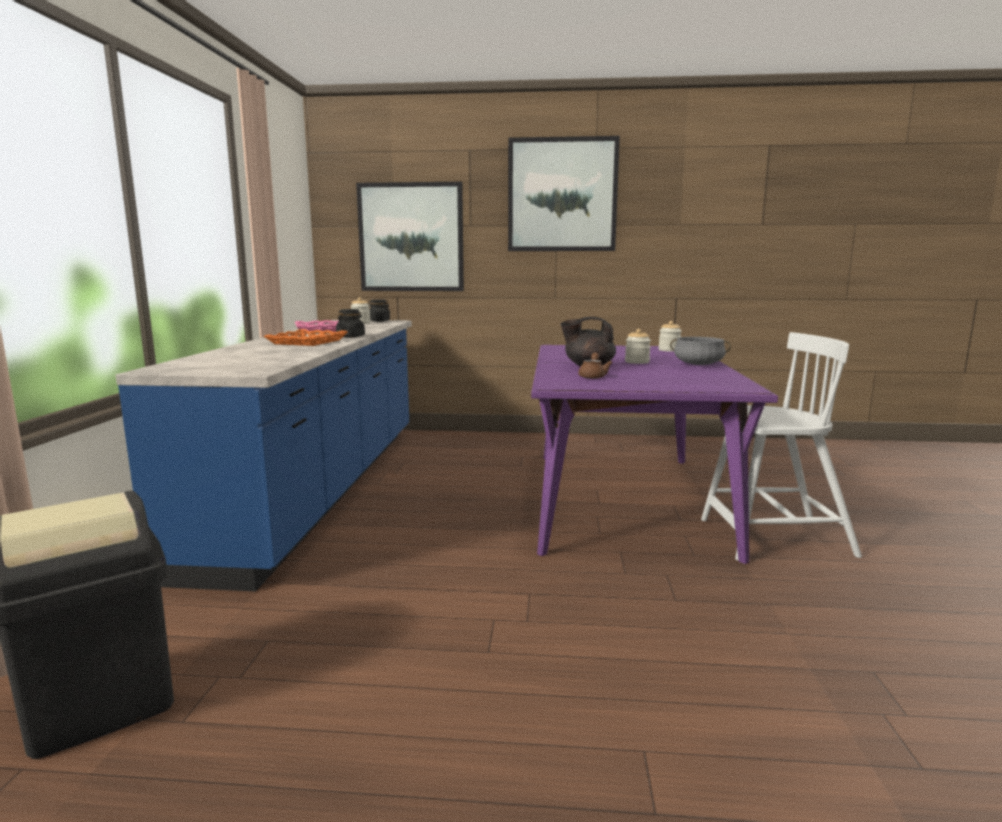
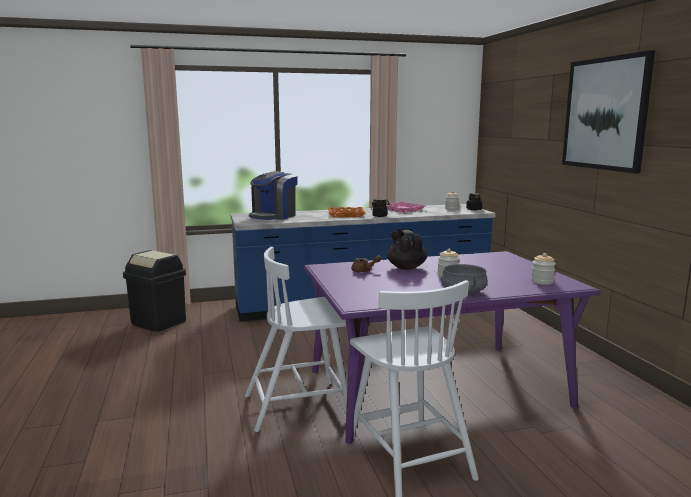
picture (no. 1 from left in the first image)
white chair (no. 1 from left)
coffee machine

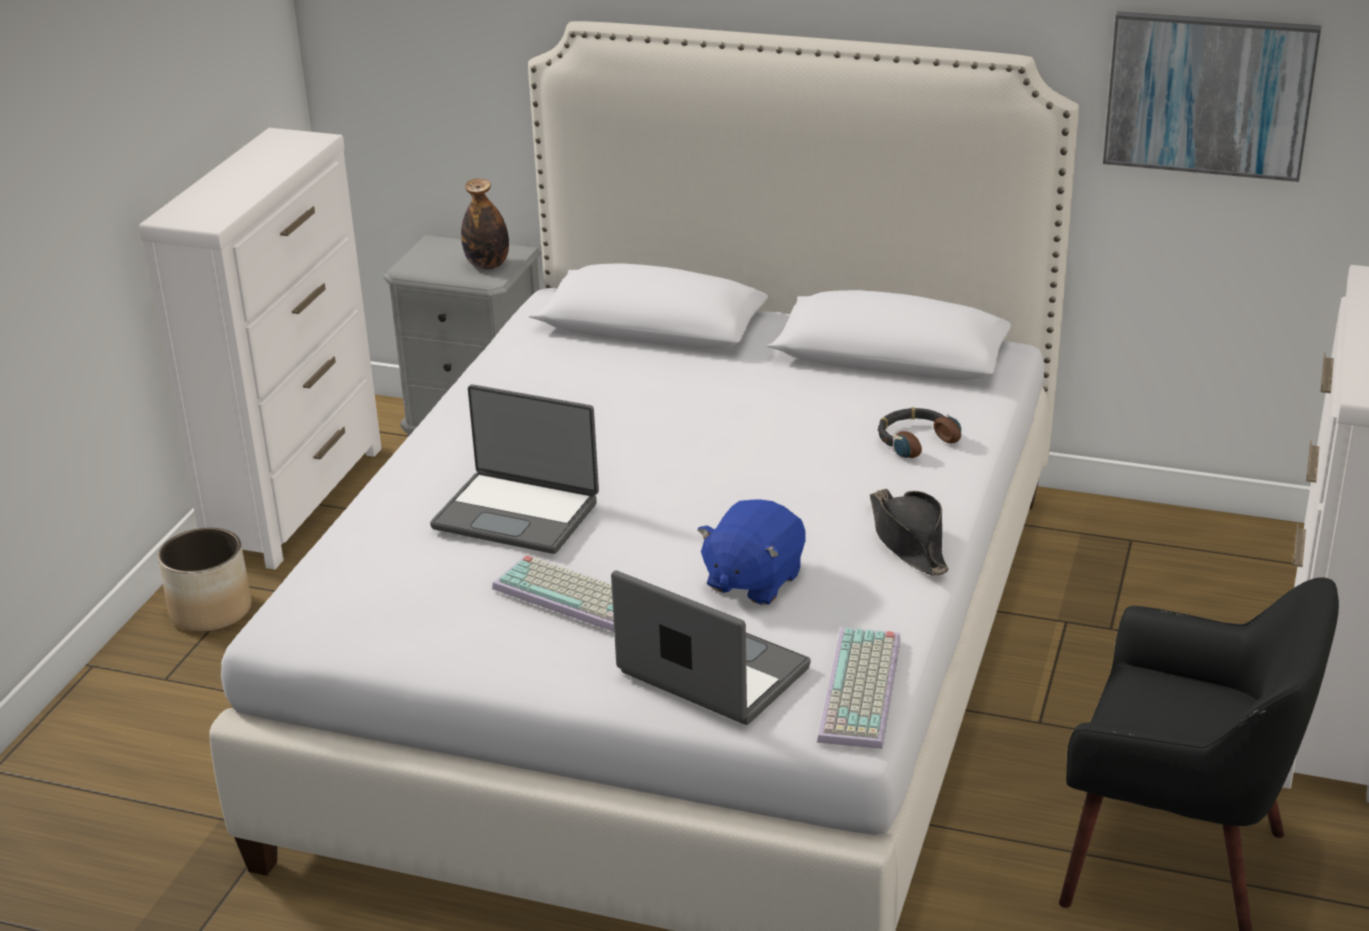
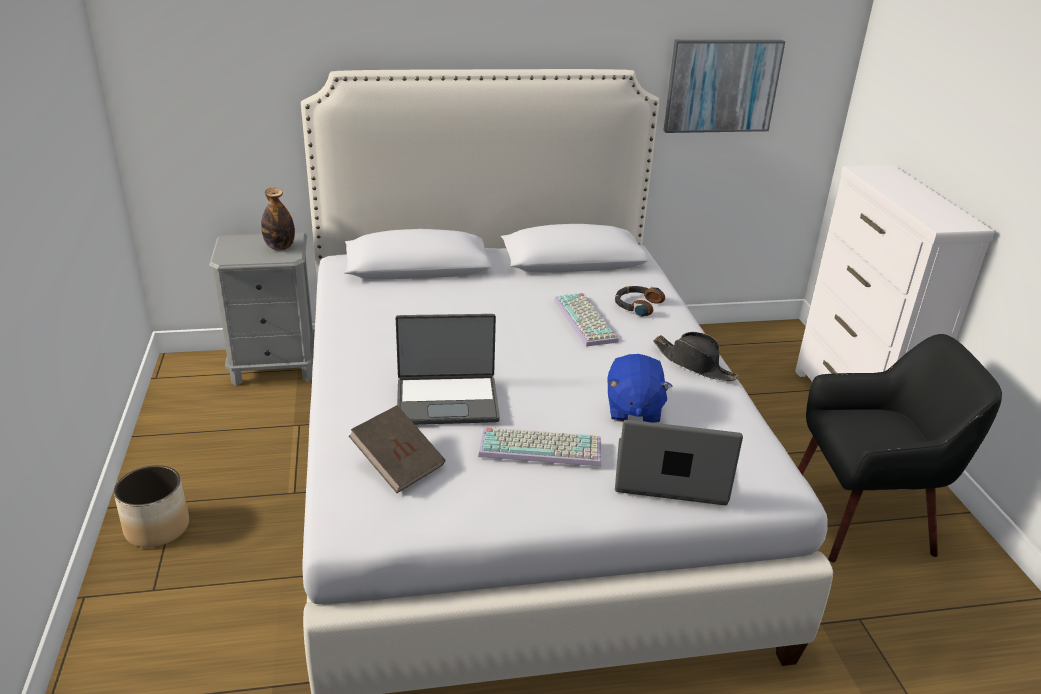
white dresser (no. 1 from left in the first image)
keyboard (no. 2 from left)
brown book

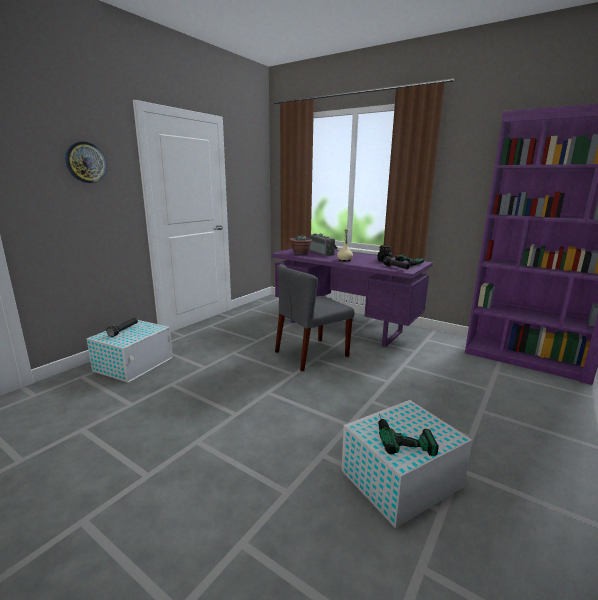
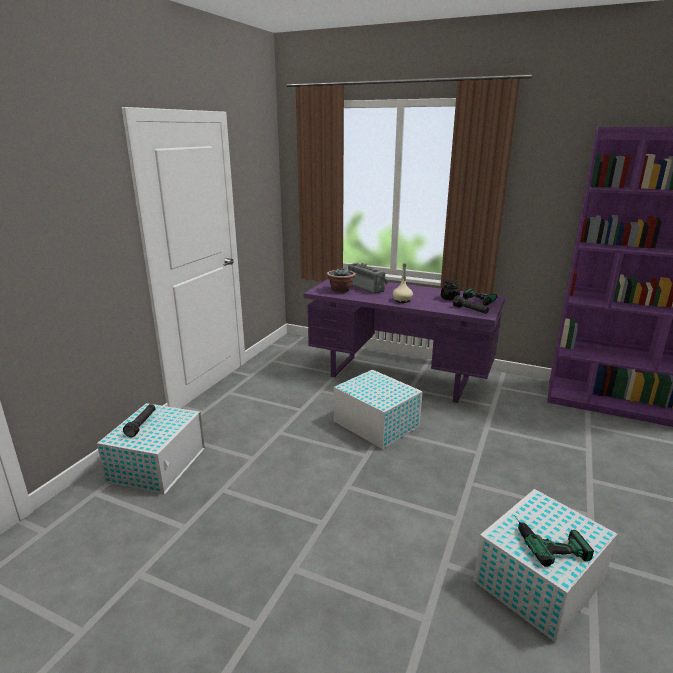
wall clock
white storage box (no. 2 from left)

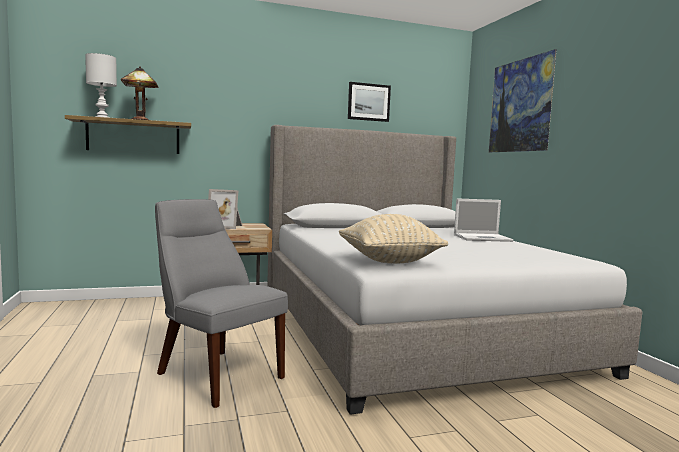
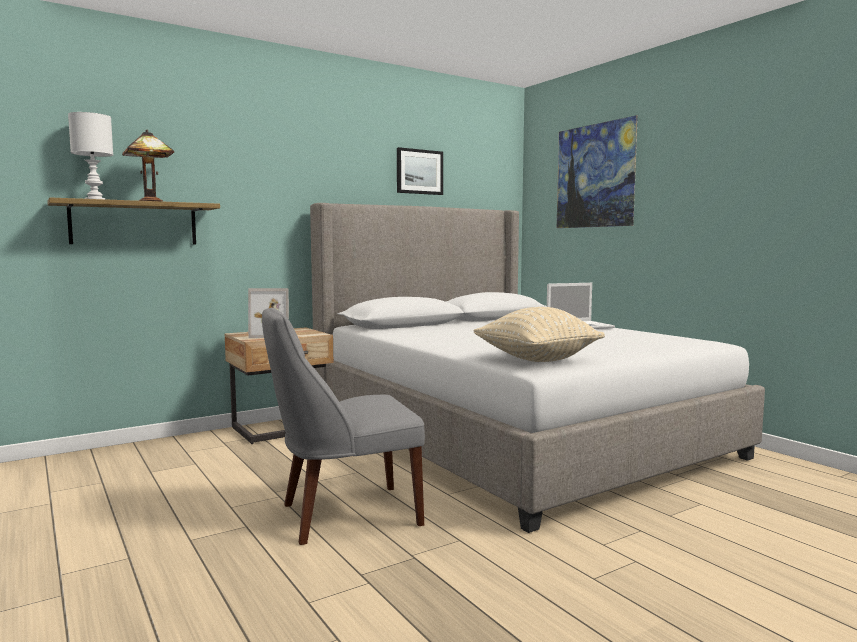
grey chair

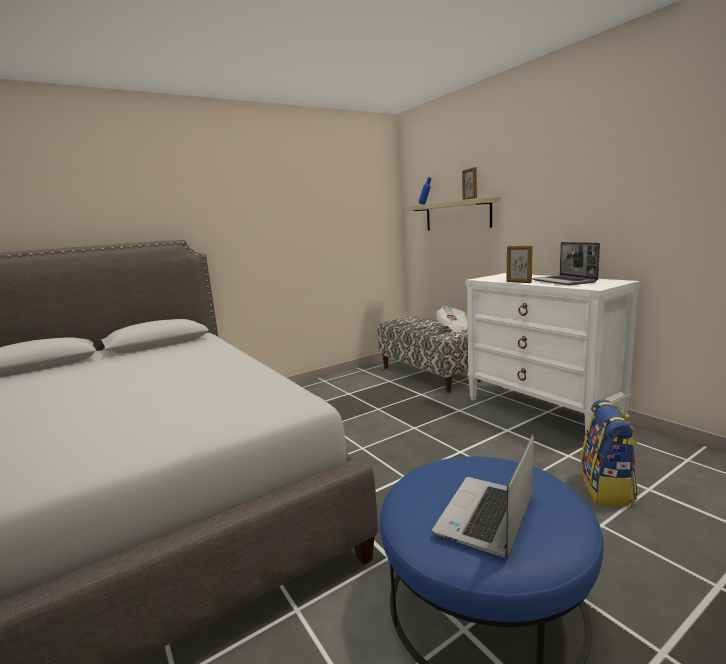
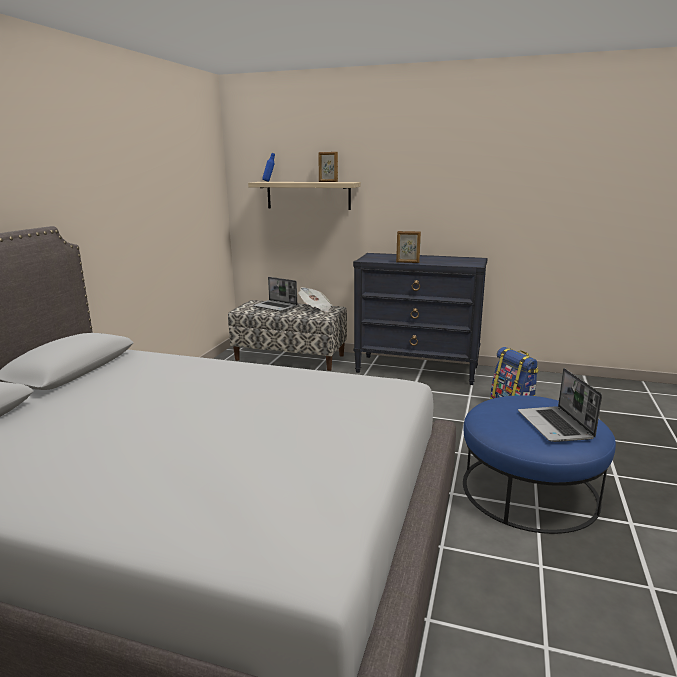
black dresser
laptop (no. 1 from left)

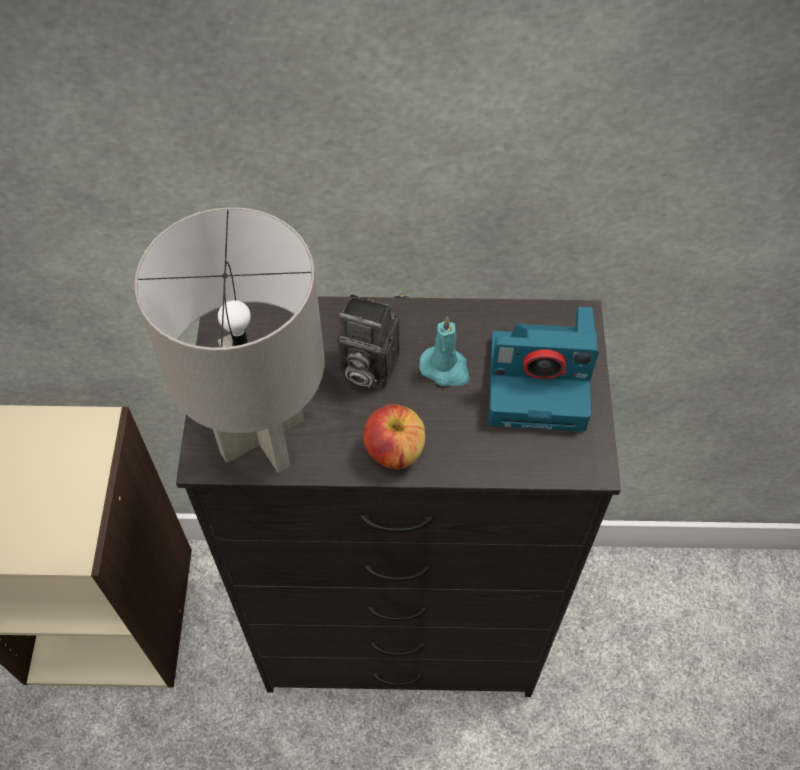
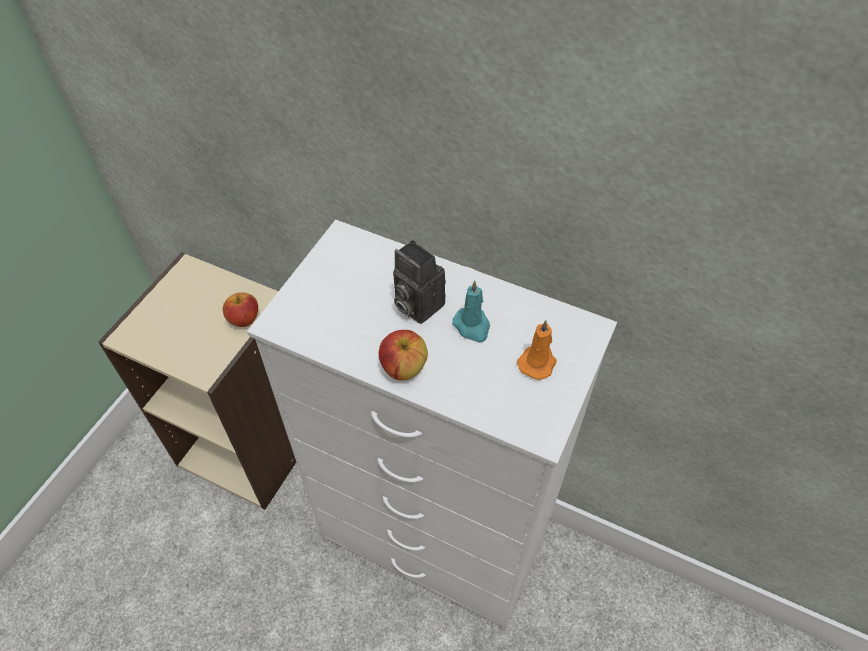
grey table lamp
white dresser
orange candle
apple (no. 1 from left)

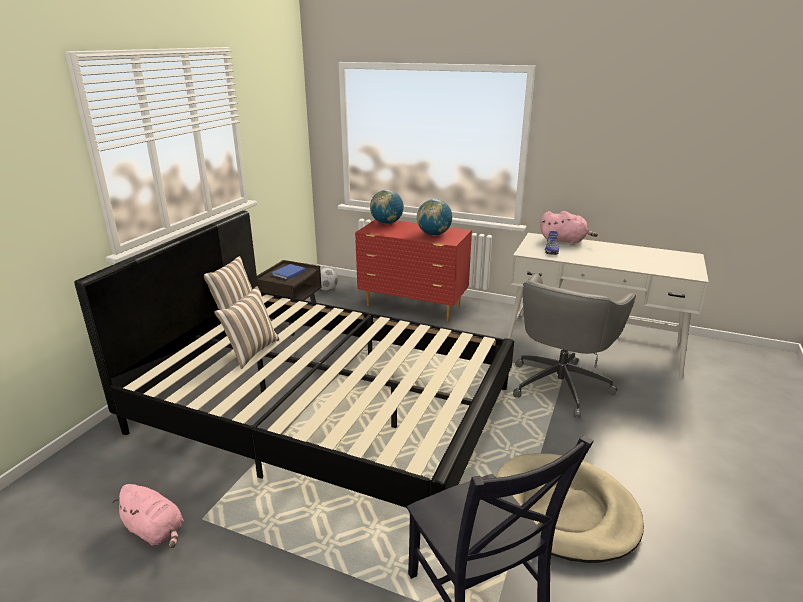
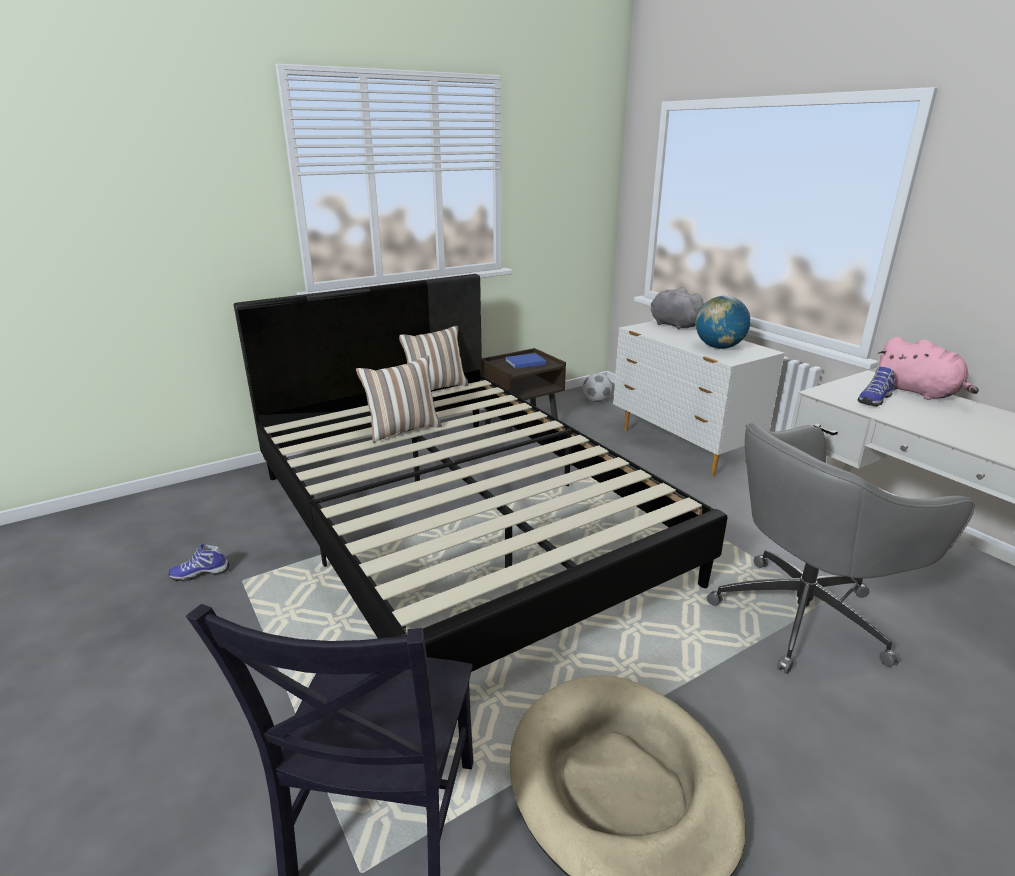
shoe (no. 1 from left)
white dresser
grey plush toy

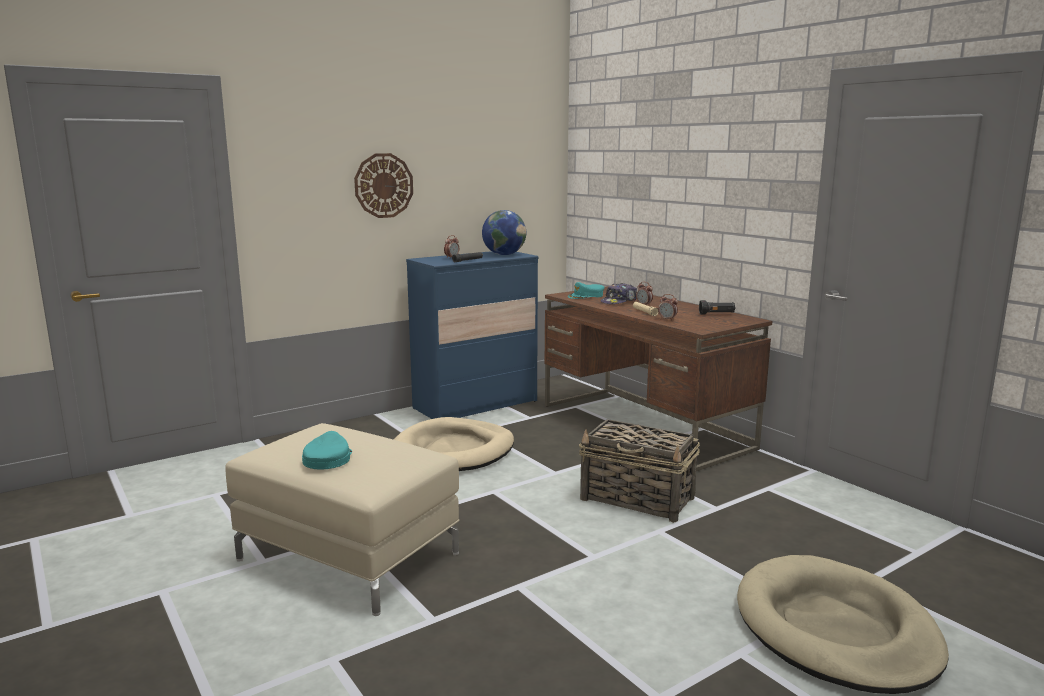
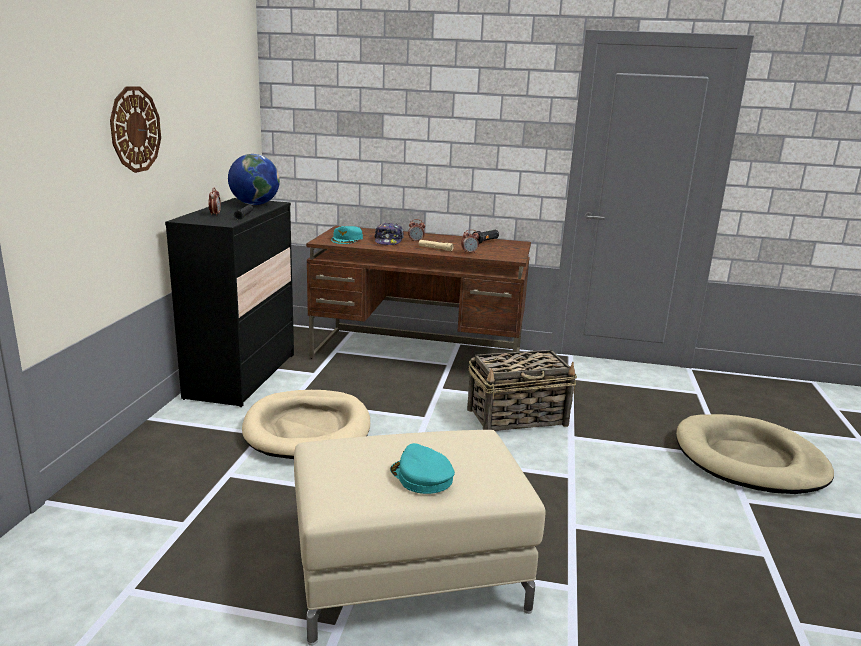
black dresser

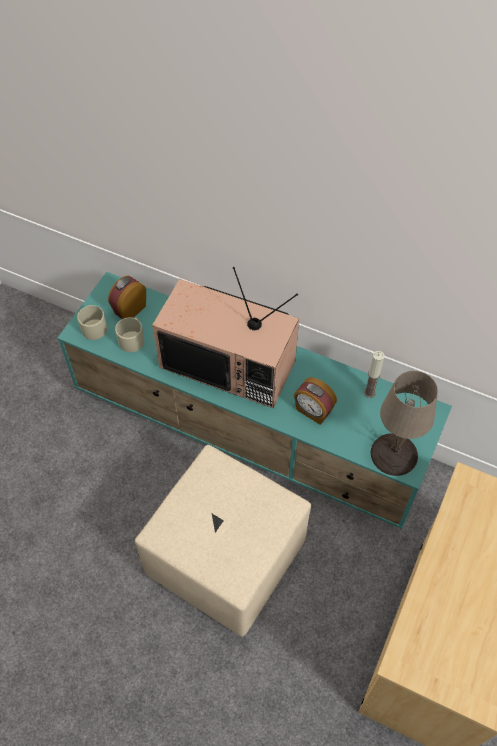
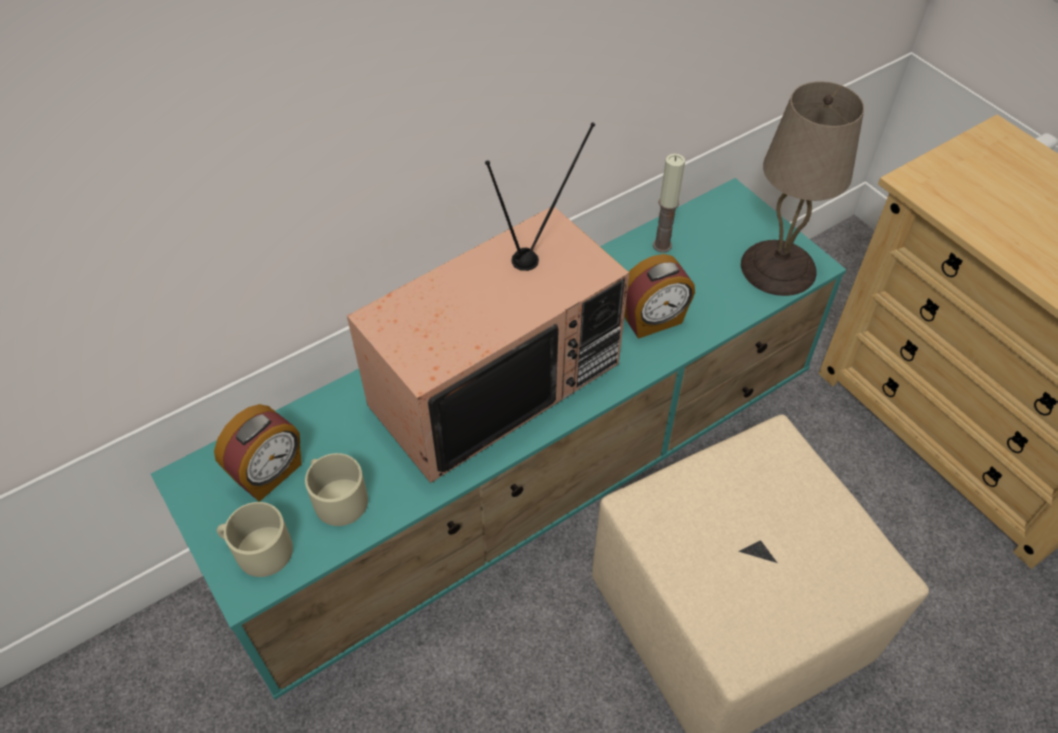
alarm clock (no. 1 from left)

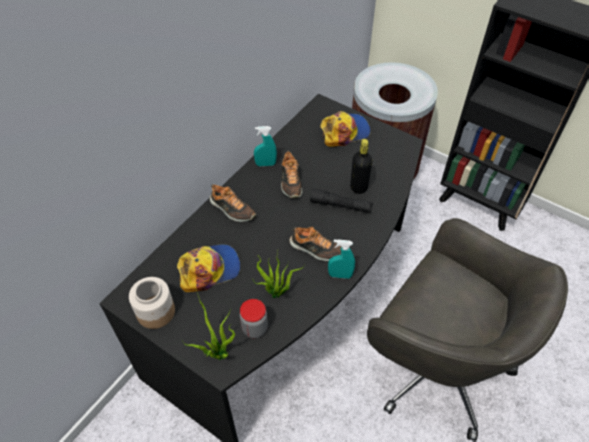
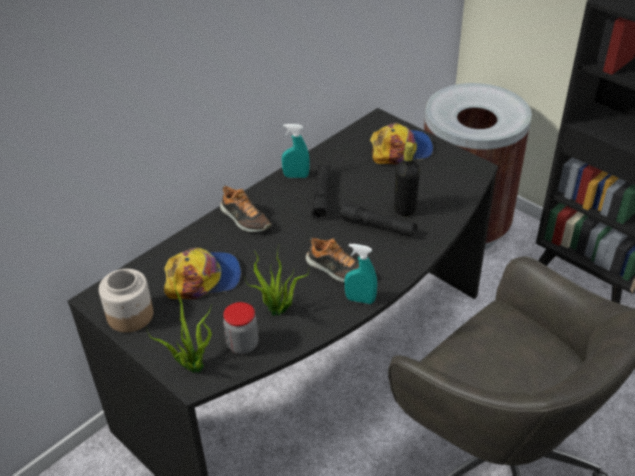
black flashlight (no. 1 from left)

